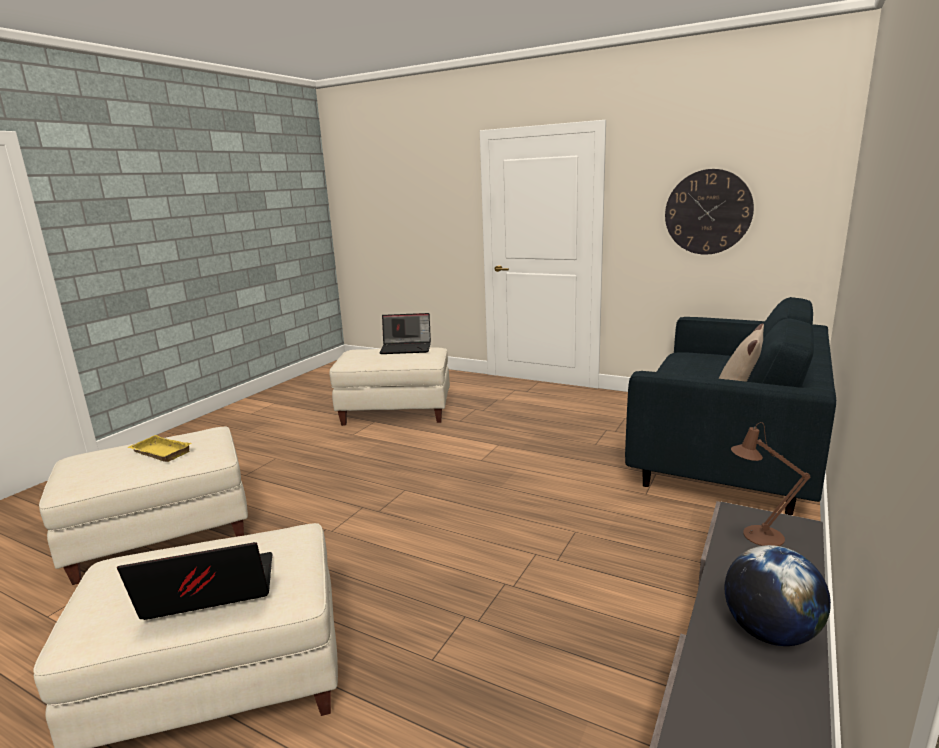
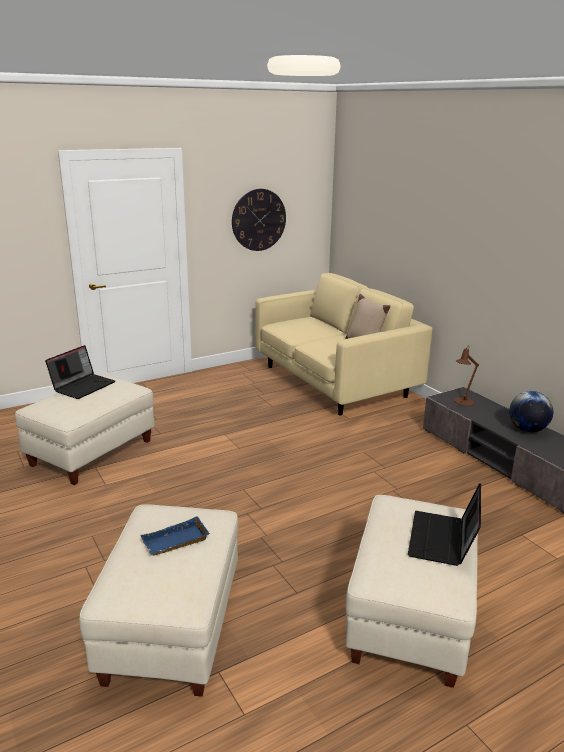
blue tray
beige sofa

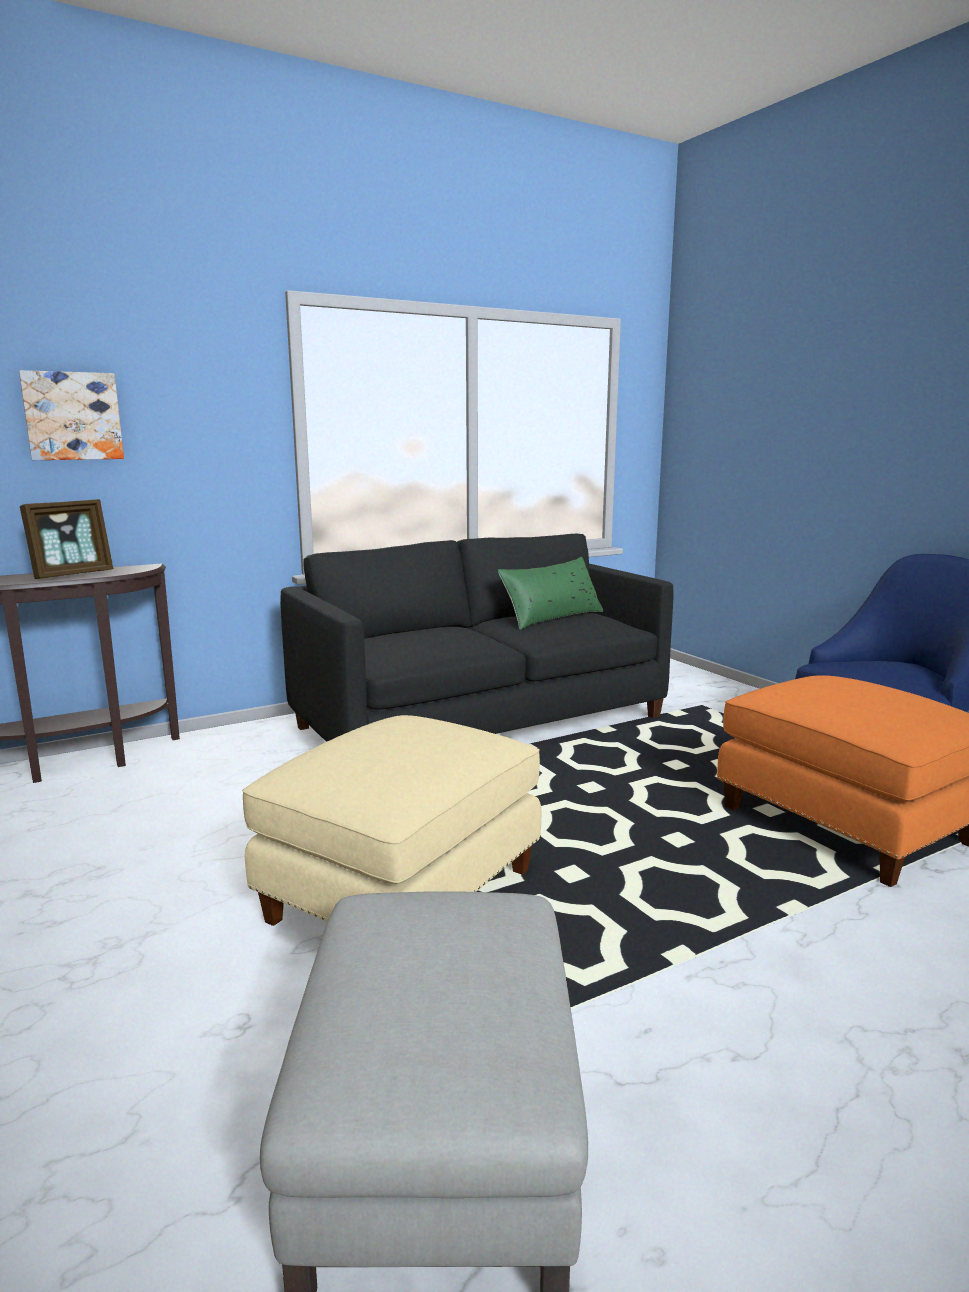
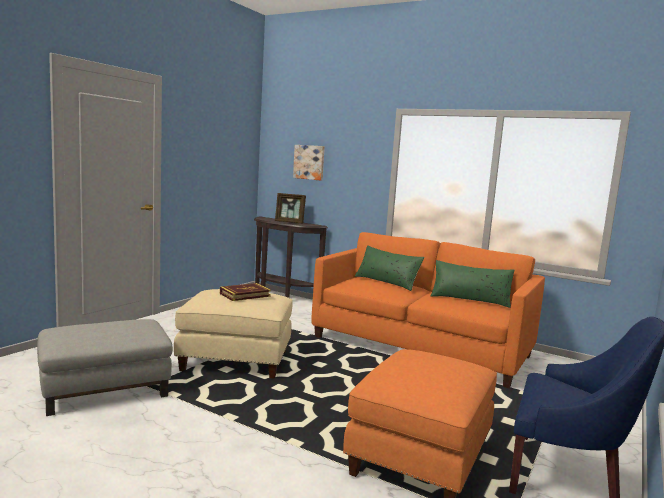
orange sofa
book
green pillow (no. 1 from left)

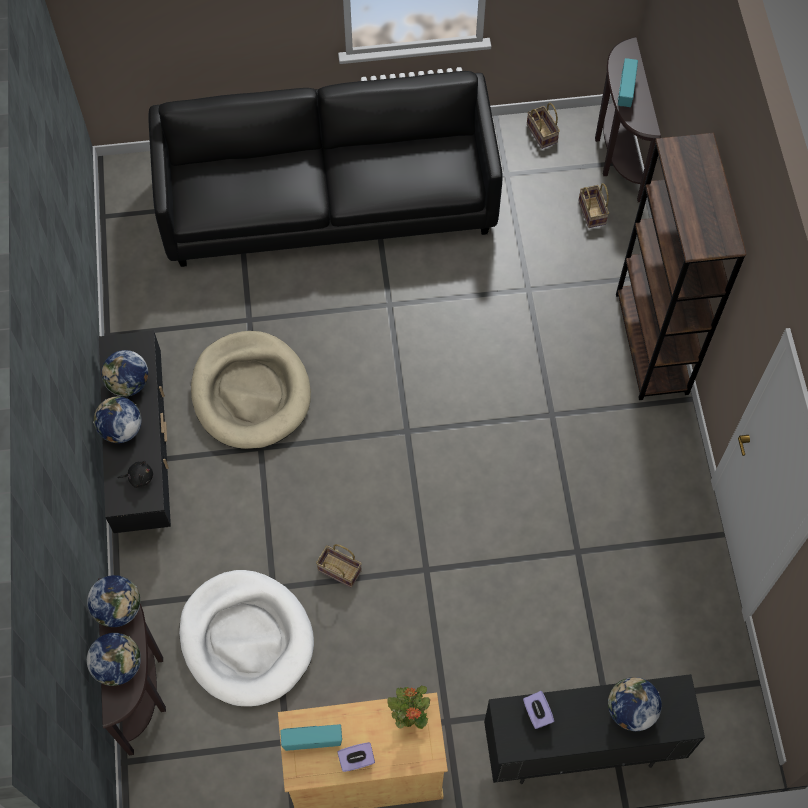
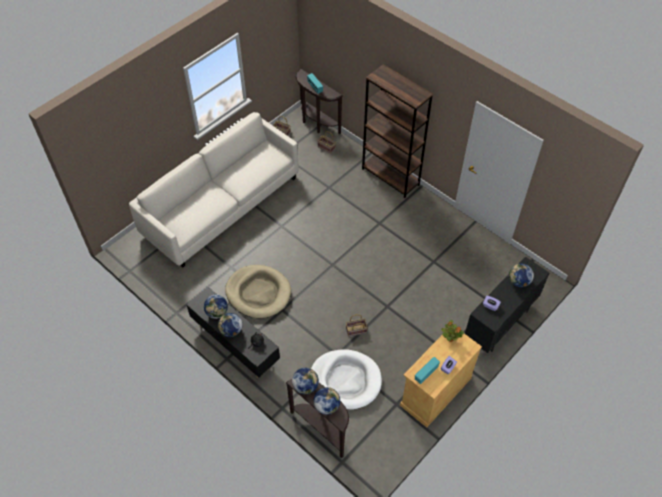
white sofa

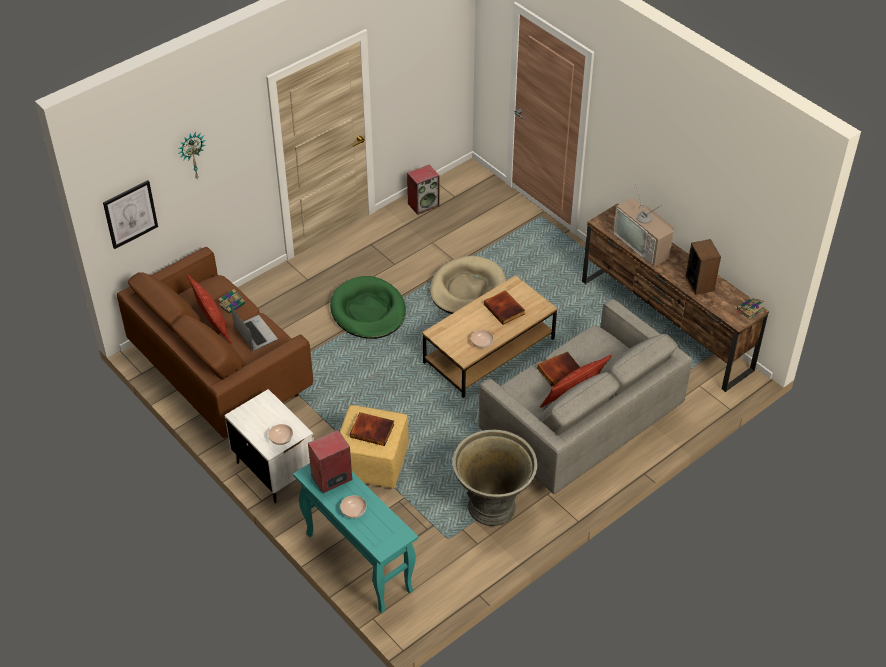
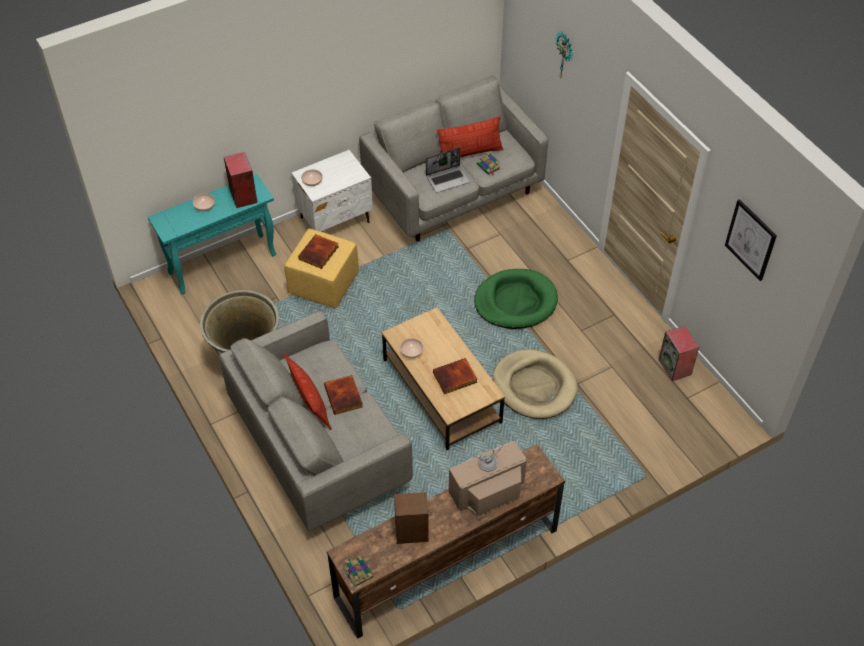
picture
grey sofa (no. 2 from left)

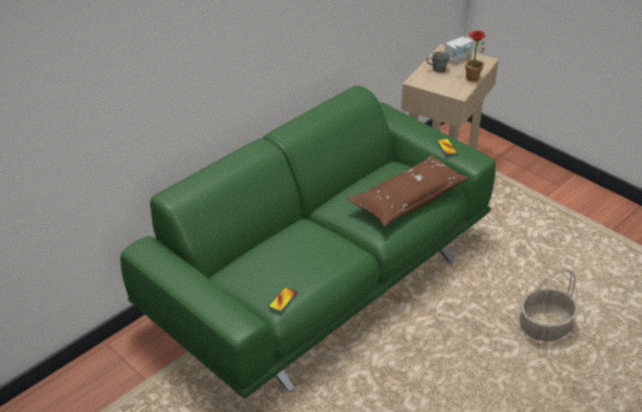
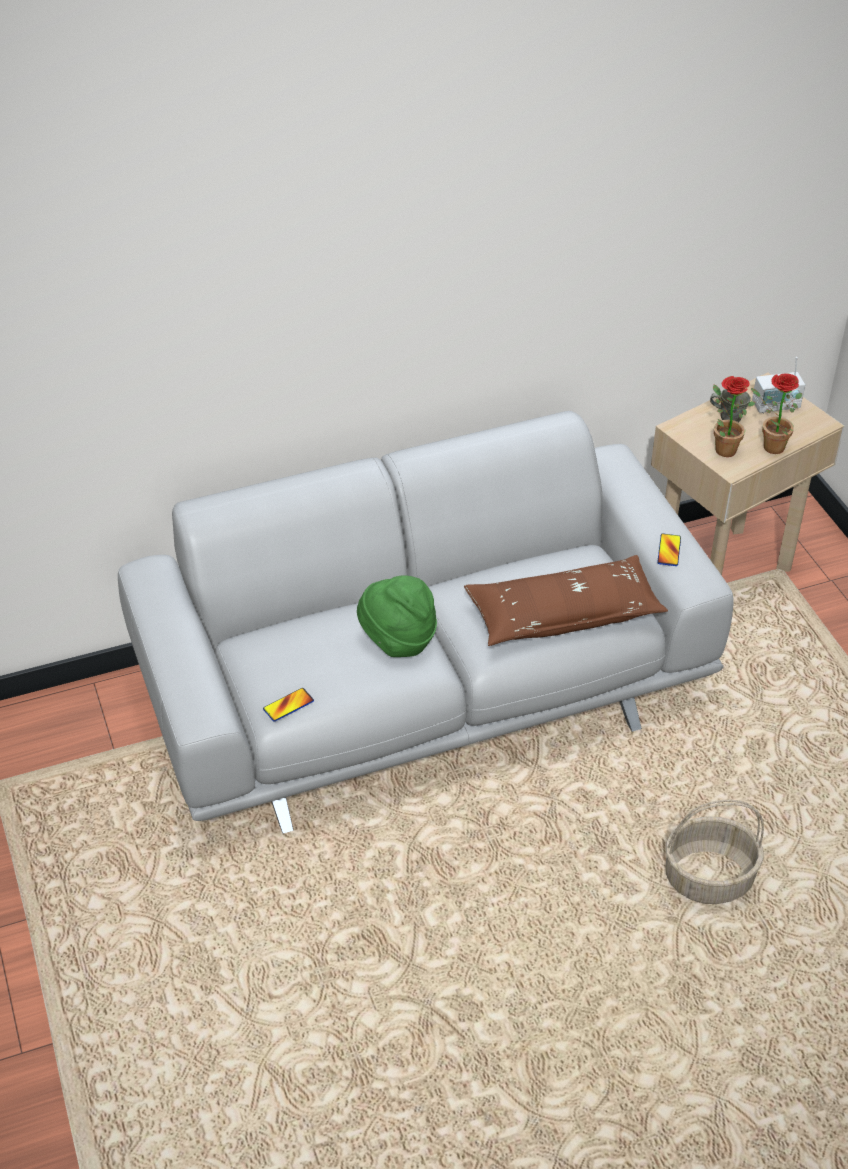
grey sofa
green hat
potted plant (no. 1 from left)

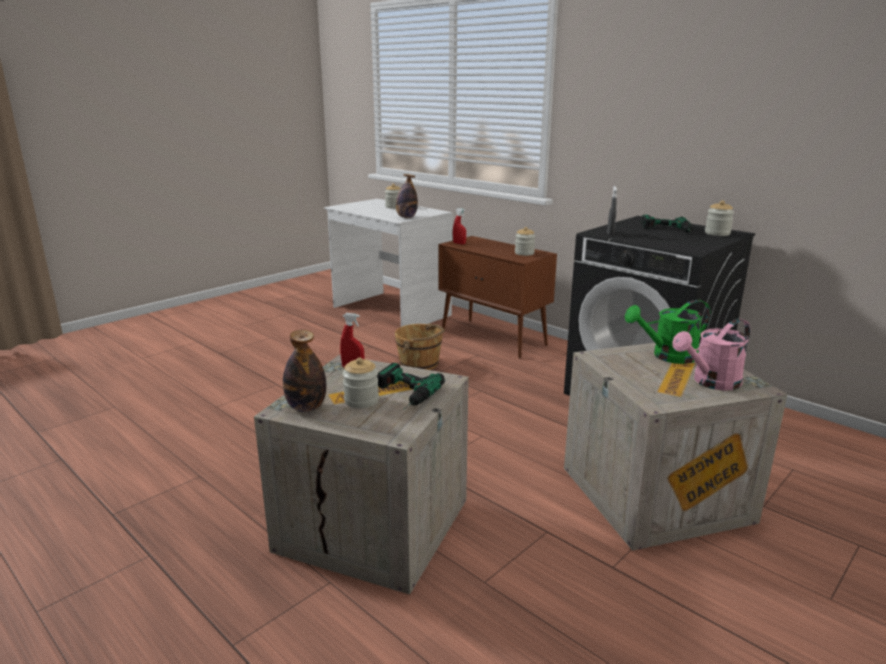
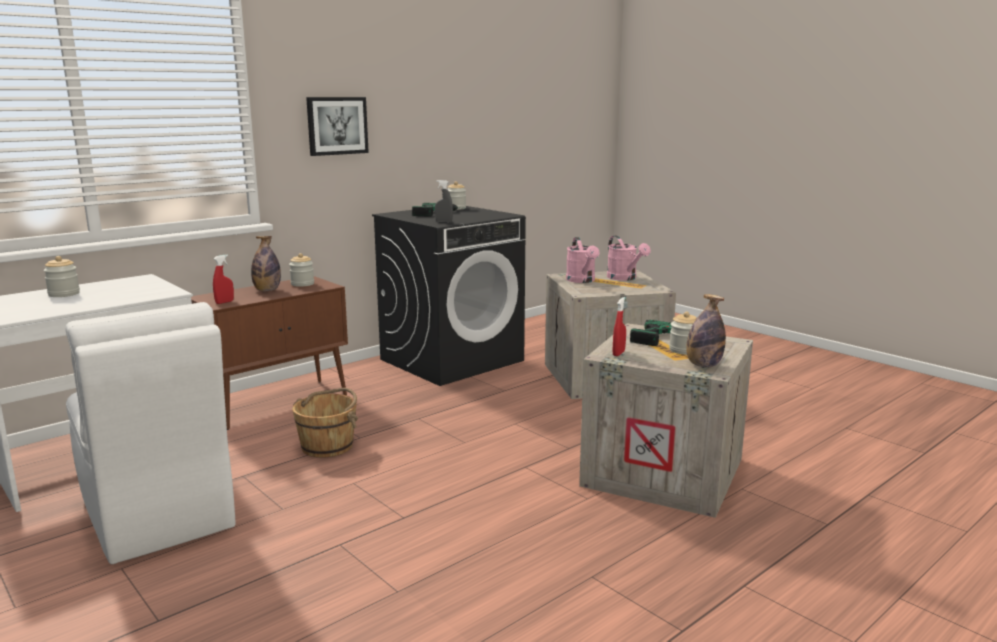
bottle (no. 1 from left)
pink watering can (no. 1 from left)
white chair
picture

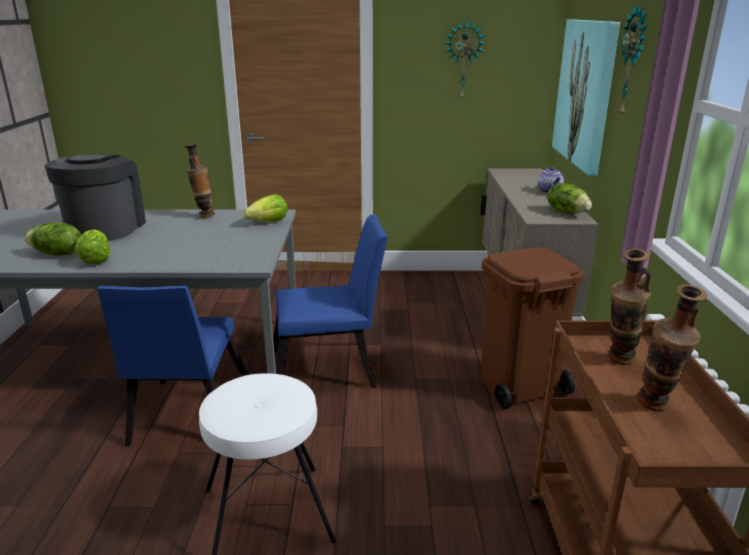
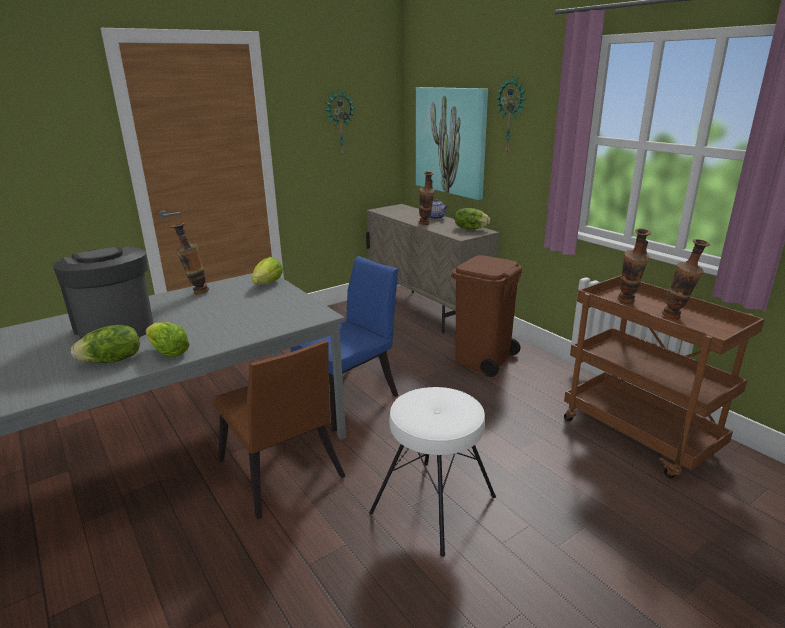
brown chair
vase (no. 2 from left)

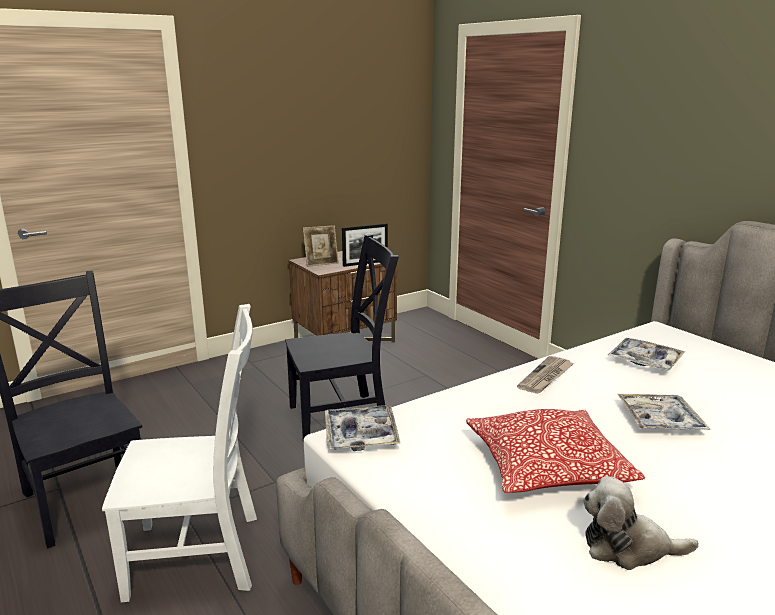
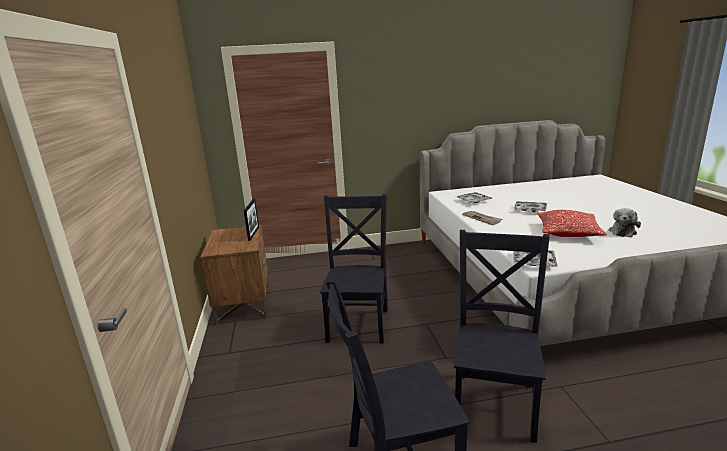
black chair (no. 3 from left)
picture frame (no. 1 from left in the first image)

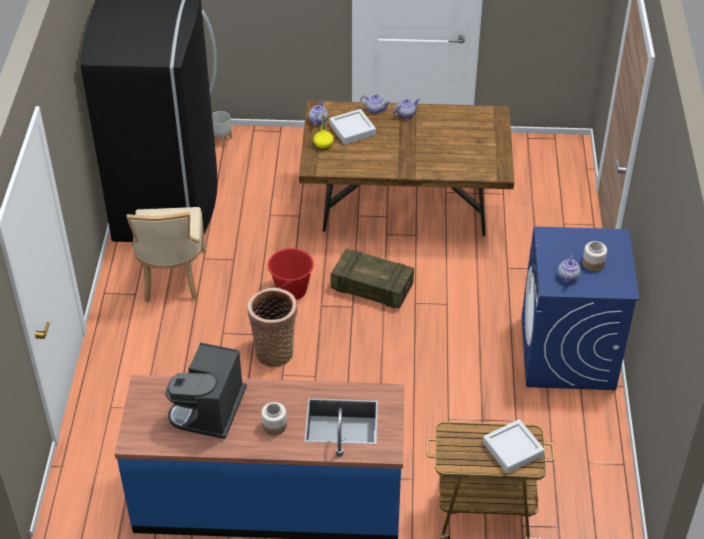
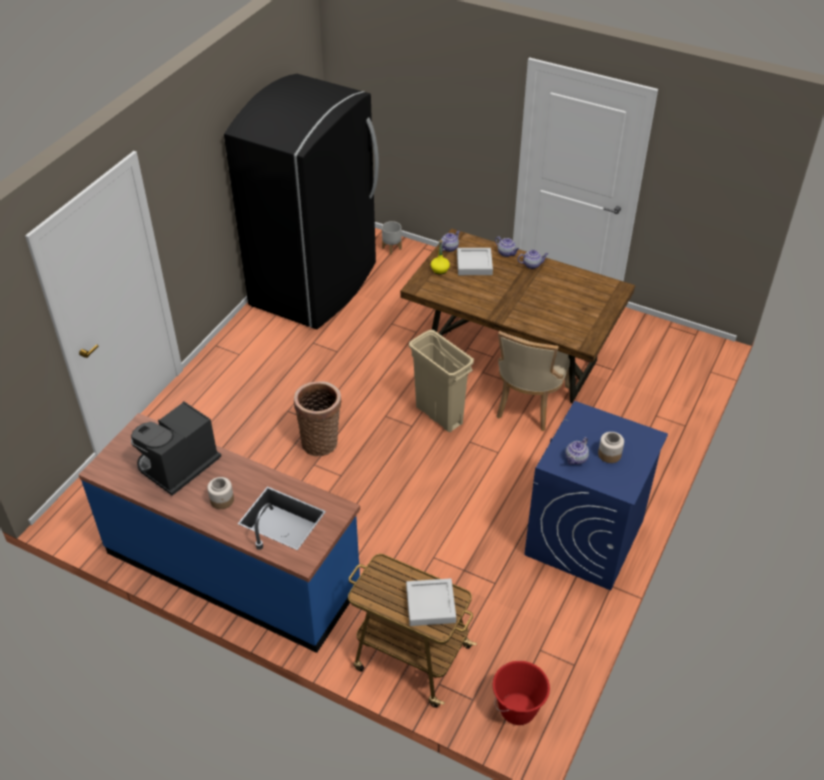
beige chair
red bucket
beige trash can

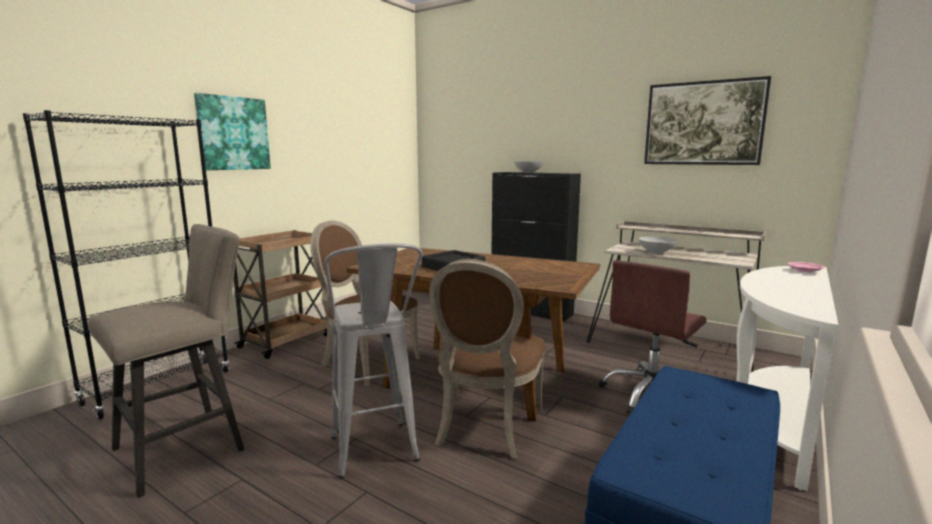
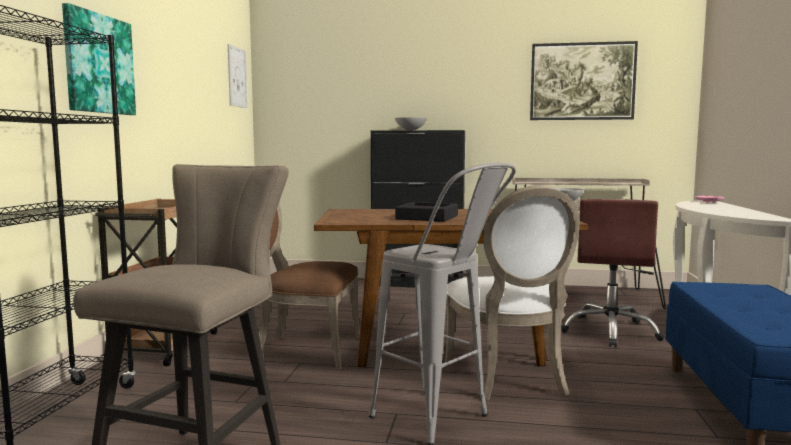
white chair
picture (no. 2 from left)

